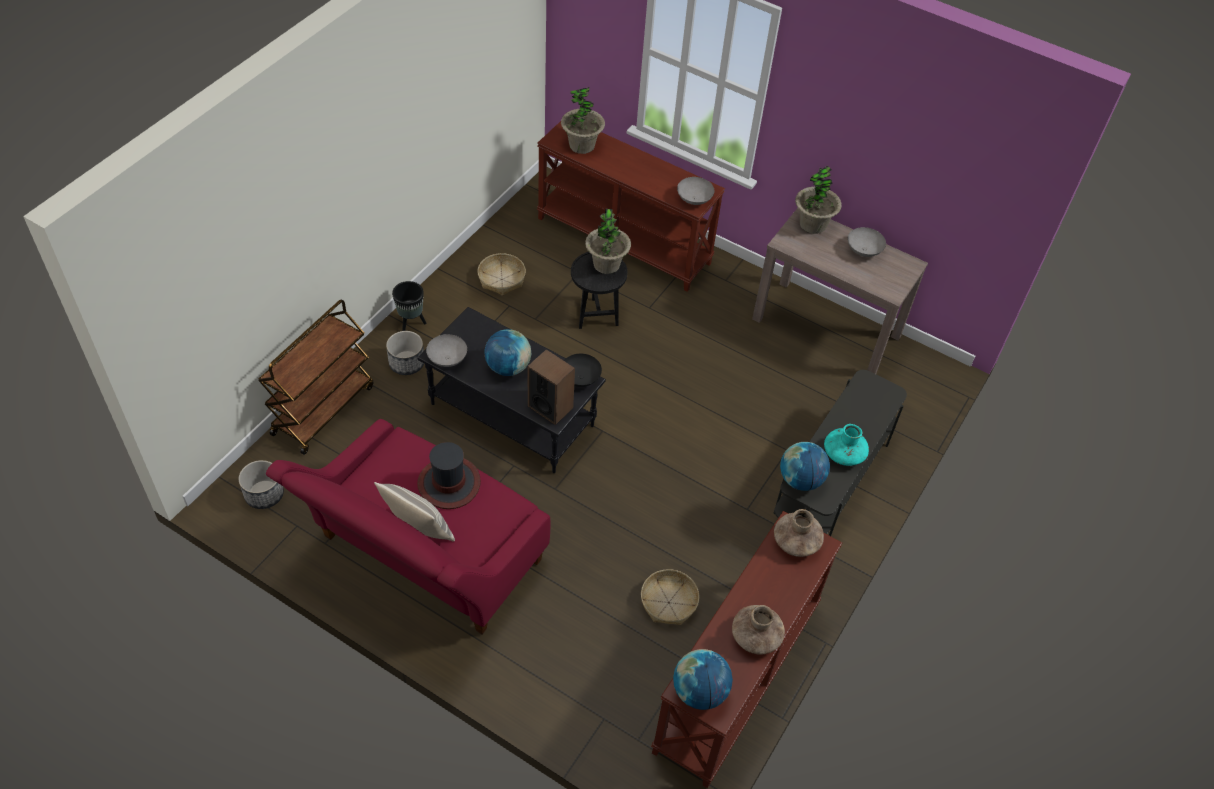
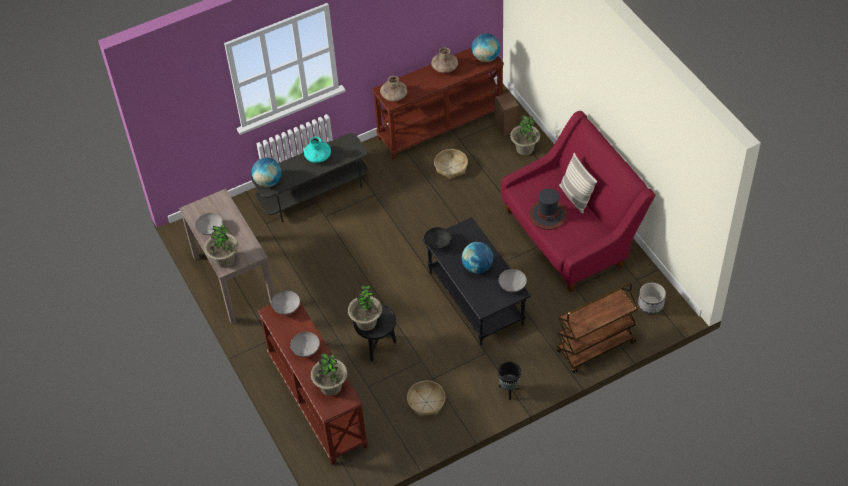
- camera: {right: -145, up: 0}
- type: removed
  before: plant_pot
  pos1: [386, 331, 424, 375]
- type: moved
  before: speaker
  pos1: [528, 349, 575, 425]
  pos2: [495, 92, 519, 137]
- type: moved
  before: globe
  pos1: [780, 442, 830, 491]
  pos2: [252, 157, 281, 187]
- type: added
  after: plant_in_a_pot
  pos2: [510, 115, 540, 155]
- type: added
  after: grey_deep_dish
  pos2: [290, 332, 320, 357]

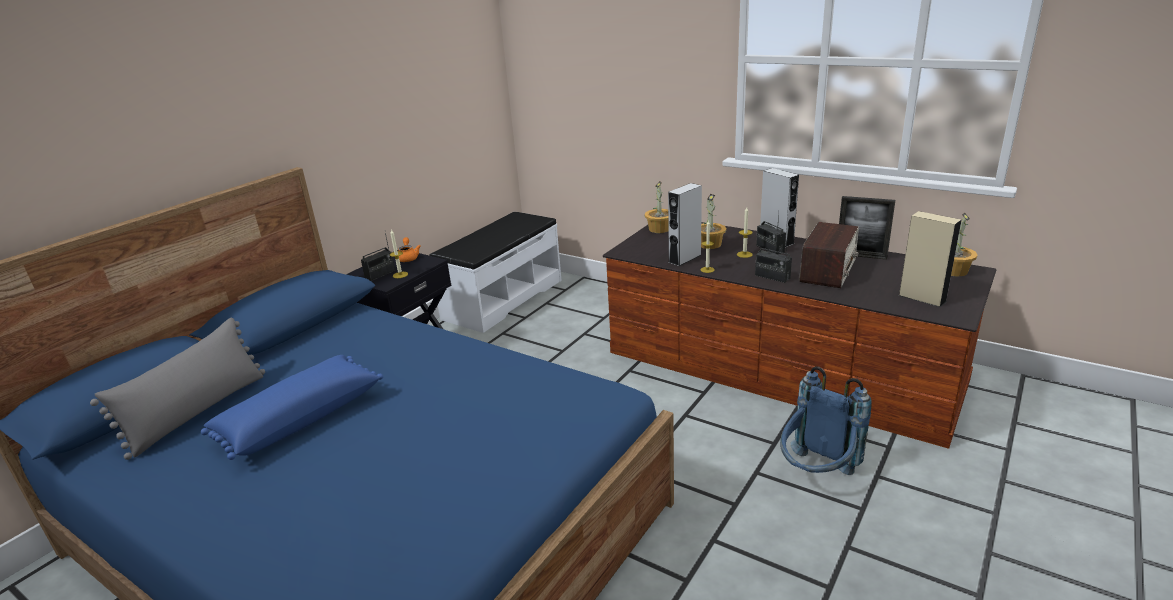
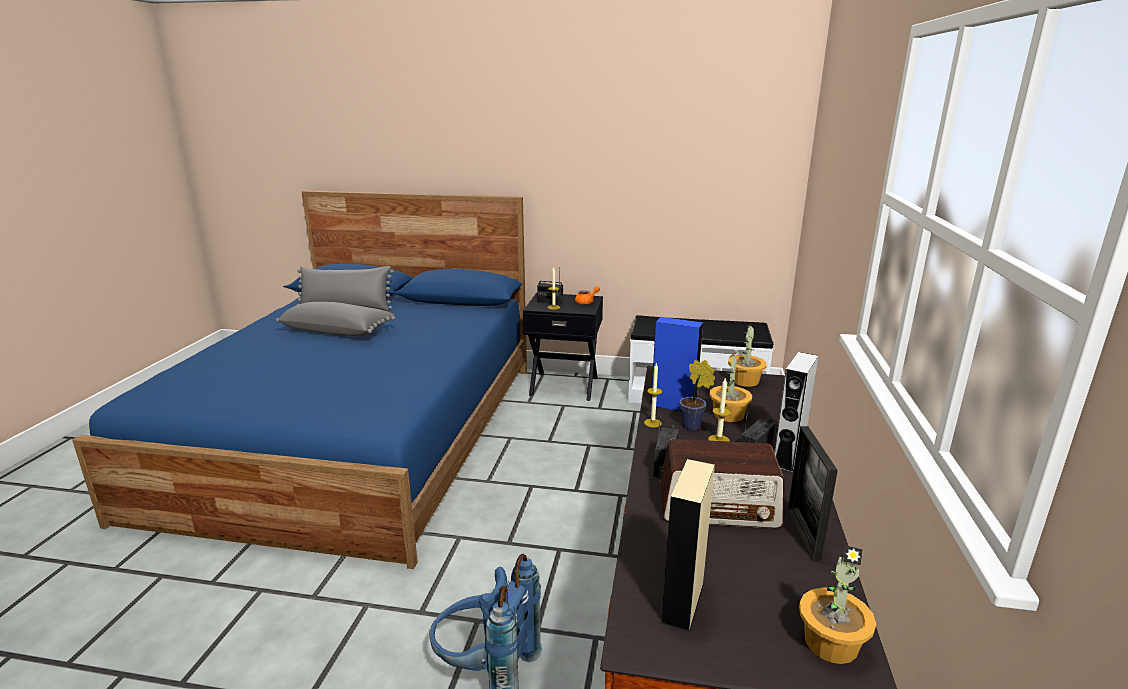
- camera: {right: 65, up: -5}
- type: recoloured
  before: grey_speaker
  after: blue_speaker
  pos1: [668, 183, 702, 266]
  pos2: [651, 317, 703, 412]
- type: recoloured
  before: blue_cushion
  after: grey_cushion
  pos1: [201, 355, 383, 460]
  pos2: [276, 302, 395, 336]
- type: added
  after: plant_in_a_pot
  pos2: [679, 360, 715, 430]

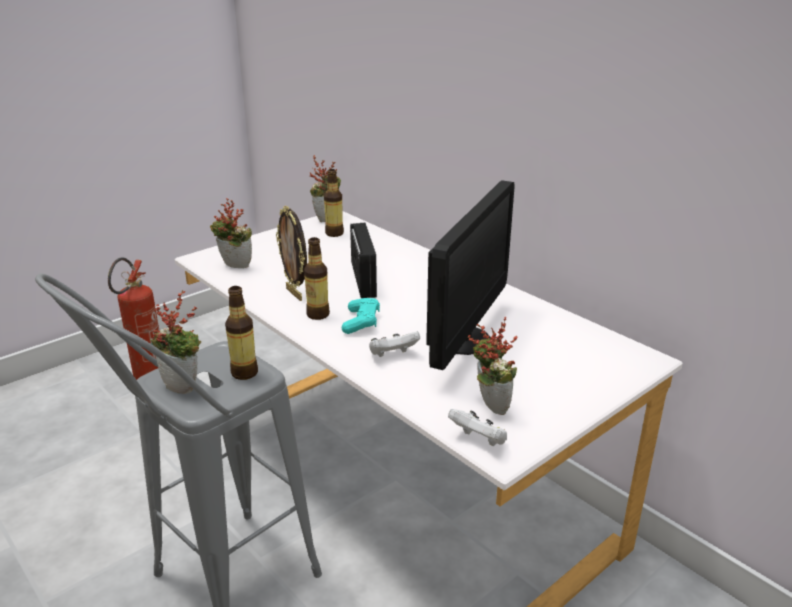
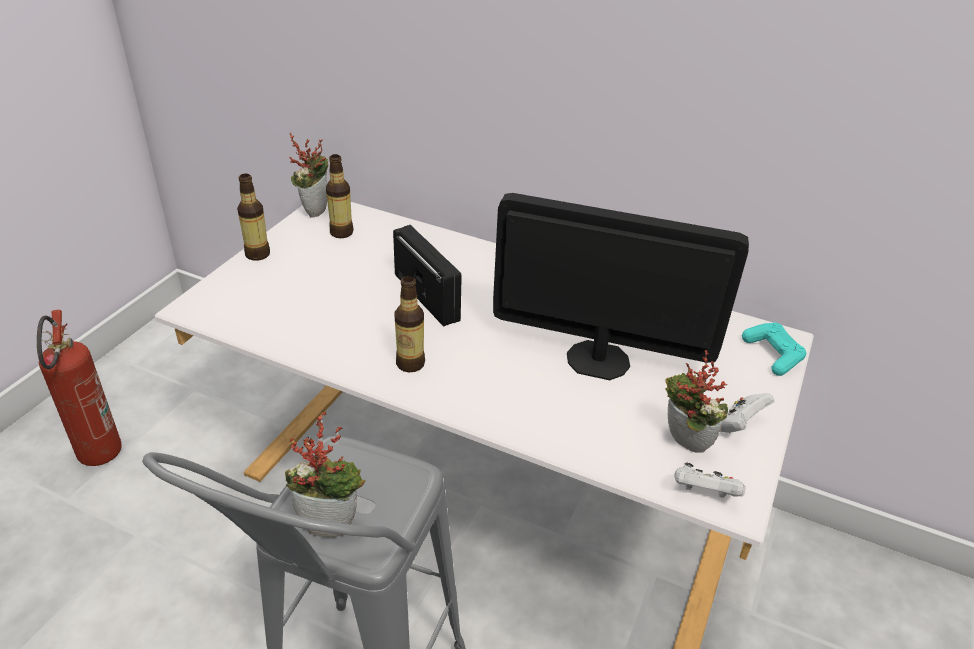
- camera: {right: -25, up: 10}
- type: turned
  before: computer_display
  pos1: [426, 180, 514, 370]
  pos2: [493, 193, 749, 380]
  turn: -75
- type: removed
  before: plant_in_a_pot
  pos1: [210, 198, 252, 268]
- type: removed
  before: picture_frame
  pos1: [276, 206, 307, 301]
- type: moved
  before: beverage_bottle
  pos1: [225, 286, 258, 380]
  pos2: [237, 174, 270, 261]
- type: moved
  before: blue-green_game_controller
  pos1: [342, 298, 380, 334]
  pos2: [742, 323, 806, 376]
- type: moved
  before: white-coloured_game_controller
  pos1: [369, 332, 420, 357]
  pos2: [720, 393, 774, 433]

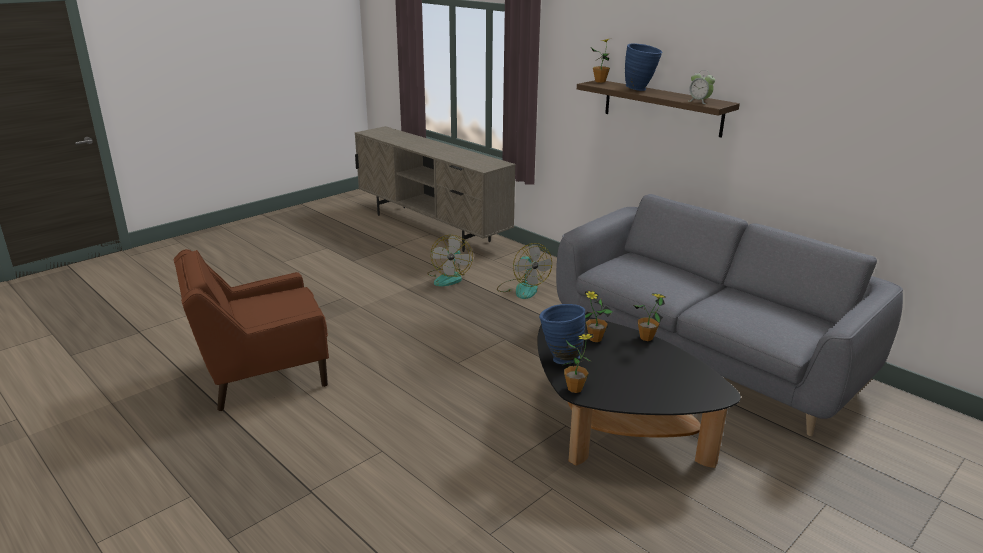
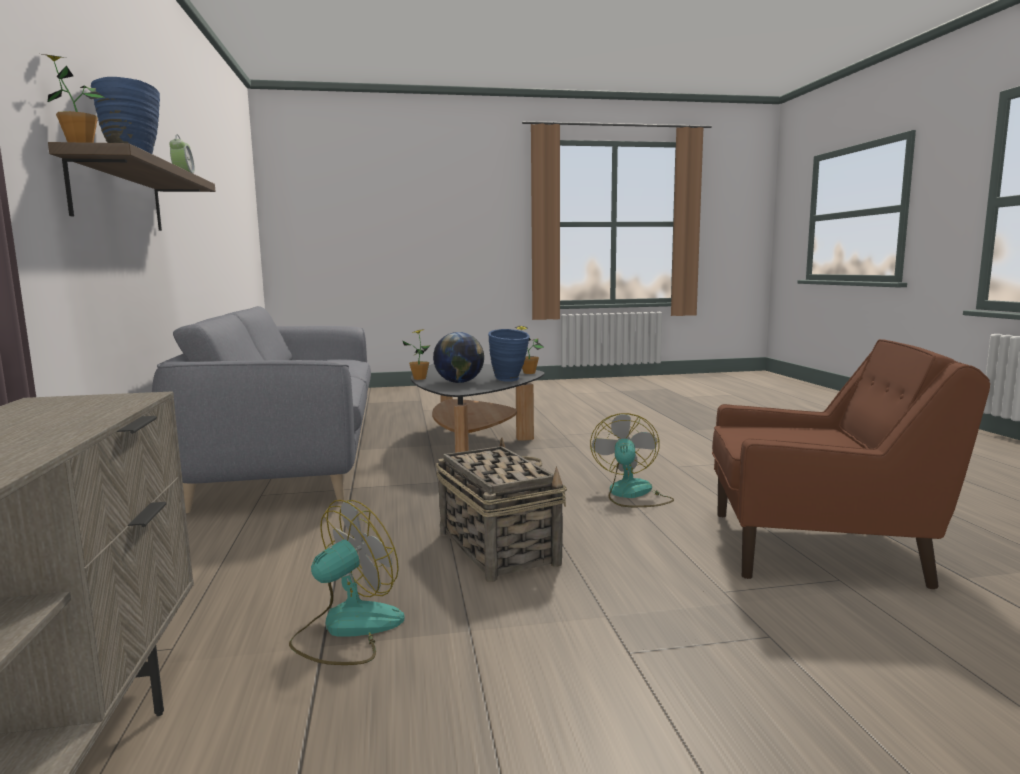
- camera: {right: -145, up: -15}
- type: moved
  before: electric_fan
  pos1: [497, 243, 552, 299]
  pos2: [590, 413, 674, 507]
- type: replaced
  before: plant_in_a_pot
  after: globe
  pos1: [584, 291, 613, 342]
  pos2: [433, 332, 484, 383]
- type: added
  after: storage_basket
  pos2: [436, 437, 567, 583]

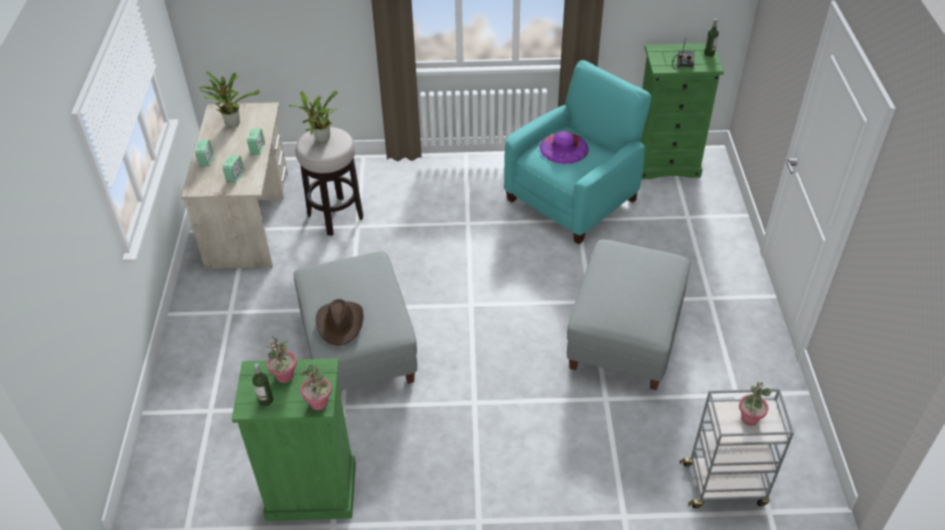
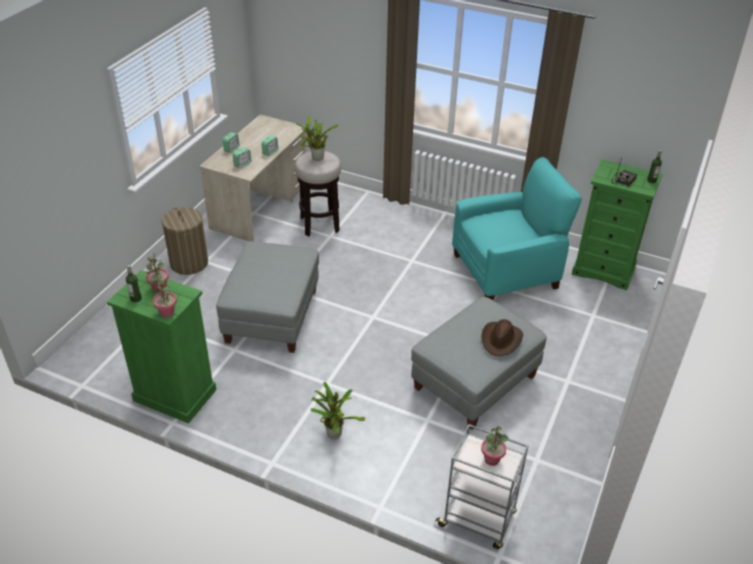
- camera: {right: 25, up: -5}
- type: moved
  before: plant_in_a_pot
  pos1: [199, 71, 260, 128]
  pos2: [311, 382, 365, 439]
- type: removed
  before: purplish_wearable_hat
  pos1: [540, 131, 589, 164]
- type: moved
  before: brownish_wearable_hat
  pos1: [316, 299, 364, 346]
  pos2: [481, 319, 523, 356]
- type: added
  after: hamper
  pos2: [162, 207, 208, 275]

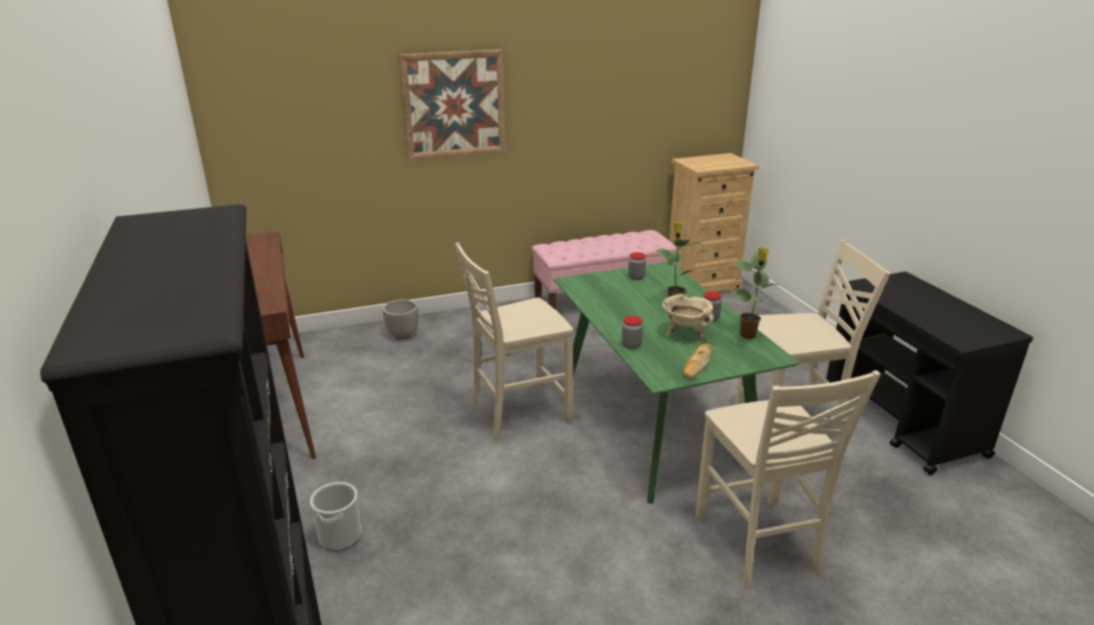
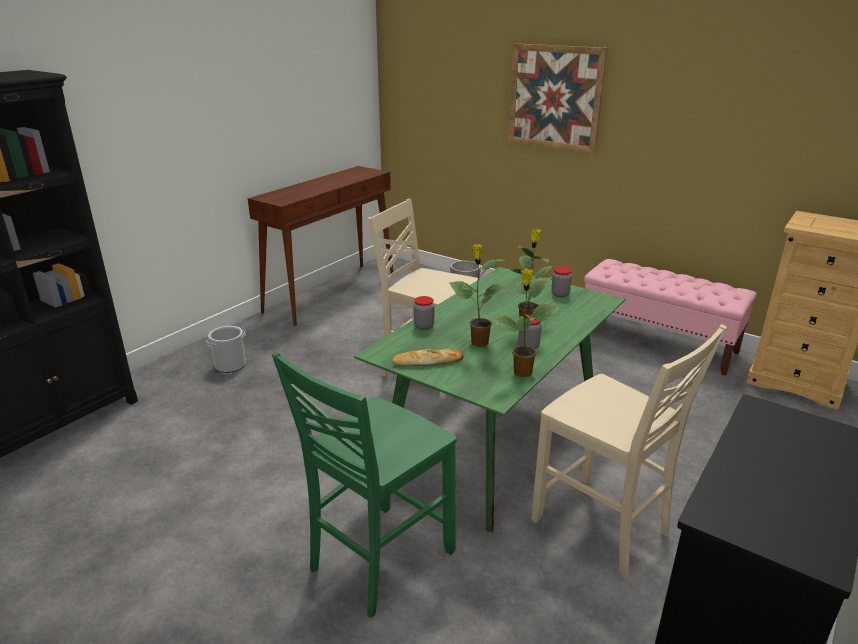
- camera: {right: 55, up: 0}
- type: replaced
  before: beige_saucepot
  after: plant_in_a_pot
  pos1: [662, 294, 714, 341]
  pos2: [449, 244, 510, 347]
- type: recoloured
  before: beige_upright_chair
  after: greenish_upright_chair
  pos1: [696, 370, 881, 589]
  pos2: [272, 351, 456, 618]

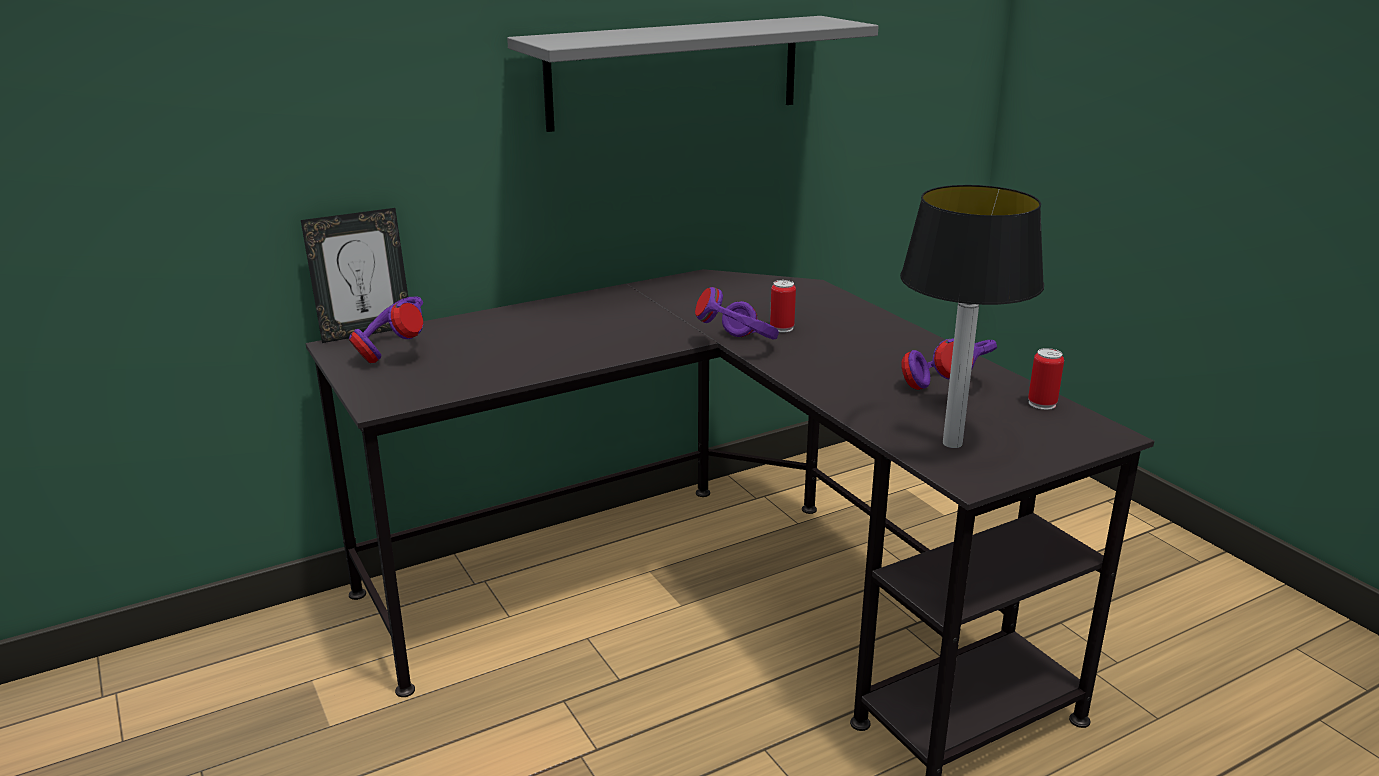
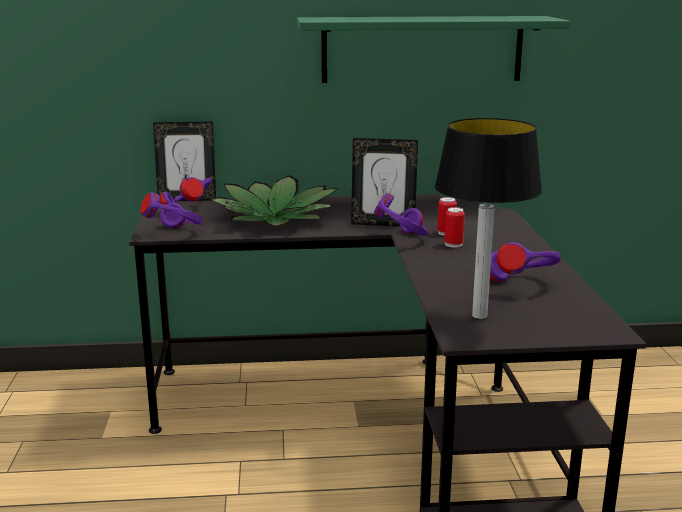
- camera: {right: 25, up: -5}
- type: recoloured
  before: grey_wall_shelf
  after: greenish_wall_shelf
  pos1: [507, 16, 879, 132]
  pos2: [297, 16, 571, 83]
- type: moved
  before: metal_can
  pos1: [1028, 348, 1064, 410]
  pos2: [445, 207, 465, 247]
- type: added
  after: picture_frame
  pos2: [351, 138, 418, 226]
- type: added
  after: plant_in_a_pot
  pos2: [211, 175, 339, 226]
- type: added
  after: purplish_headphones
  pos2: [140, 192, 203, 228]

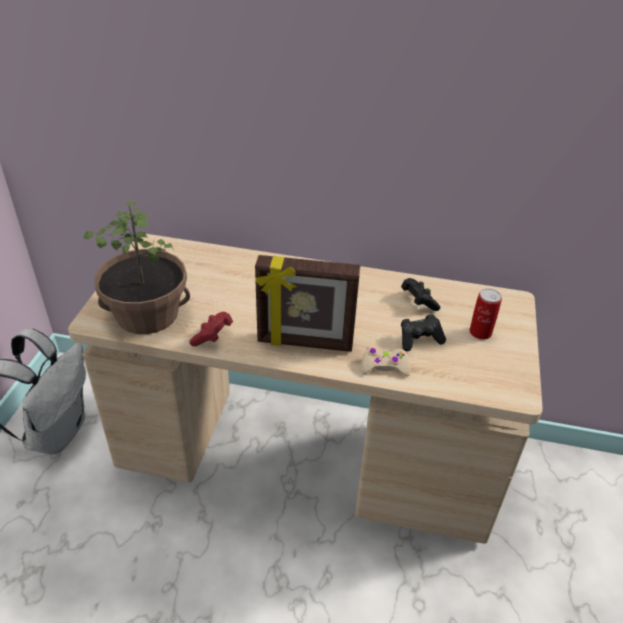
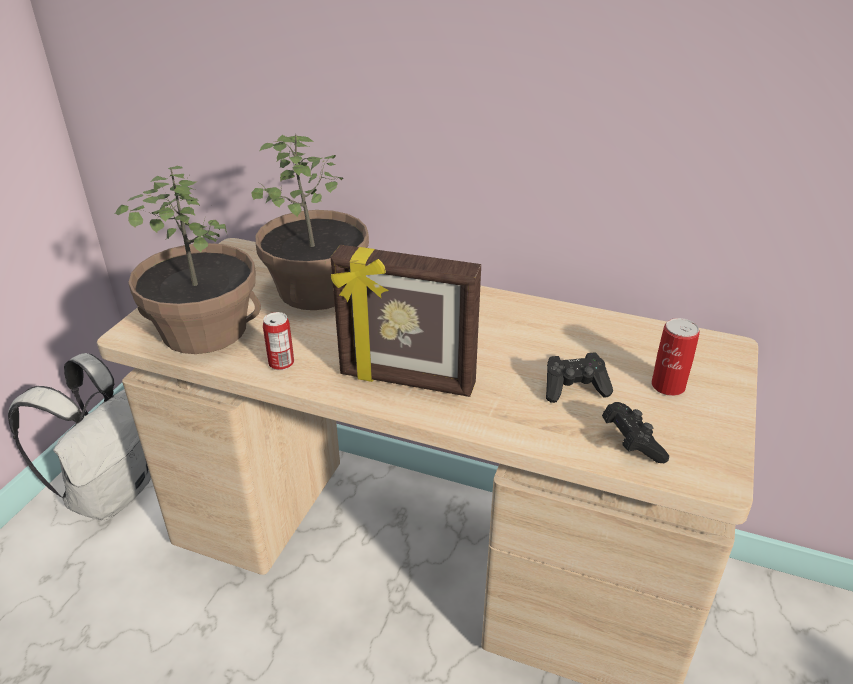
- camera: {right: 10, up: -5}
- type: moved
  before: black_game_controller
  pos1: [401, 278, 440, 311]
  pos2: [602, 402, 669, 463]
- type: replaced
  before: reddish_game_controller
  after: metal_can
  pos1: [189, 312, 233, 346]
  pos2: [263, 312, 294, 370]
- type: removed
  before: beige_game_controller
  pos1: [361, 347, 411, 376]
- type: added
  after: plant_in_a_pot
  pos2: [252, 134, 369, 310]

